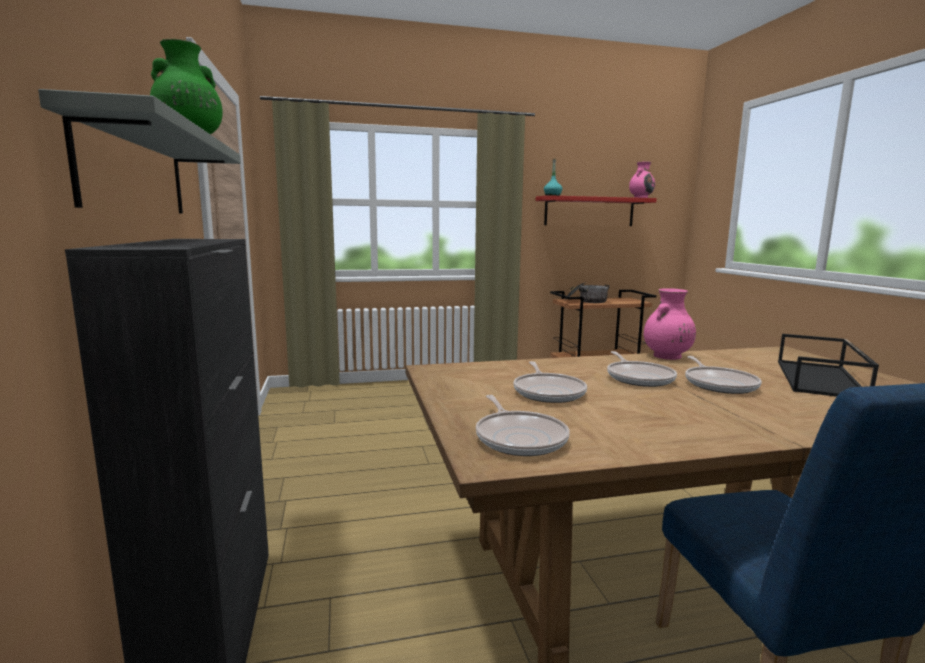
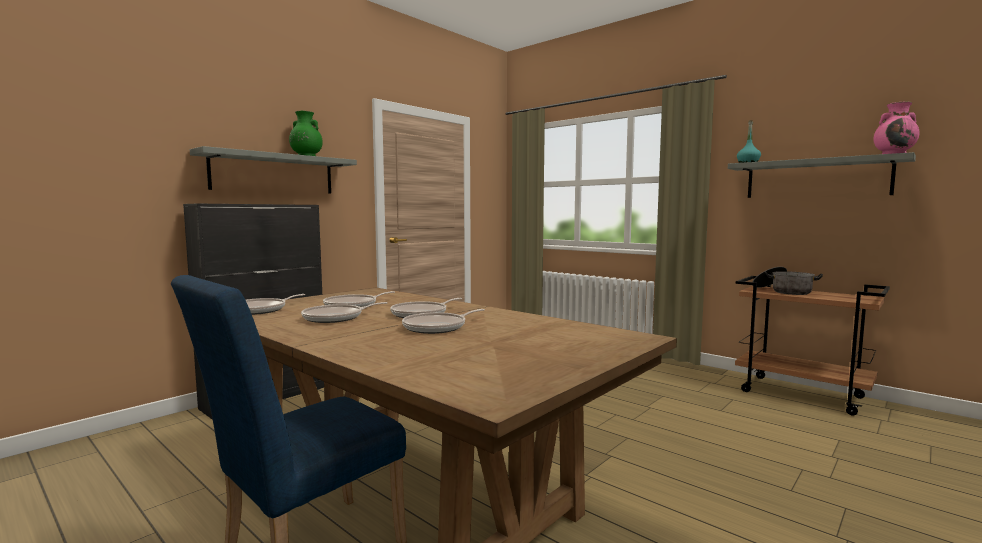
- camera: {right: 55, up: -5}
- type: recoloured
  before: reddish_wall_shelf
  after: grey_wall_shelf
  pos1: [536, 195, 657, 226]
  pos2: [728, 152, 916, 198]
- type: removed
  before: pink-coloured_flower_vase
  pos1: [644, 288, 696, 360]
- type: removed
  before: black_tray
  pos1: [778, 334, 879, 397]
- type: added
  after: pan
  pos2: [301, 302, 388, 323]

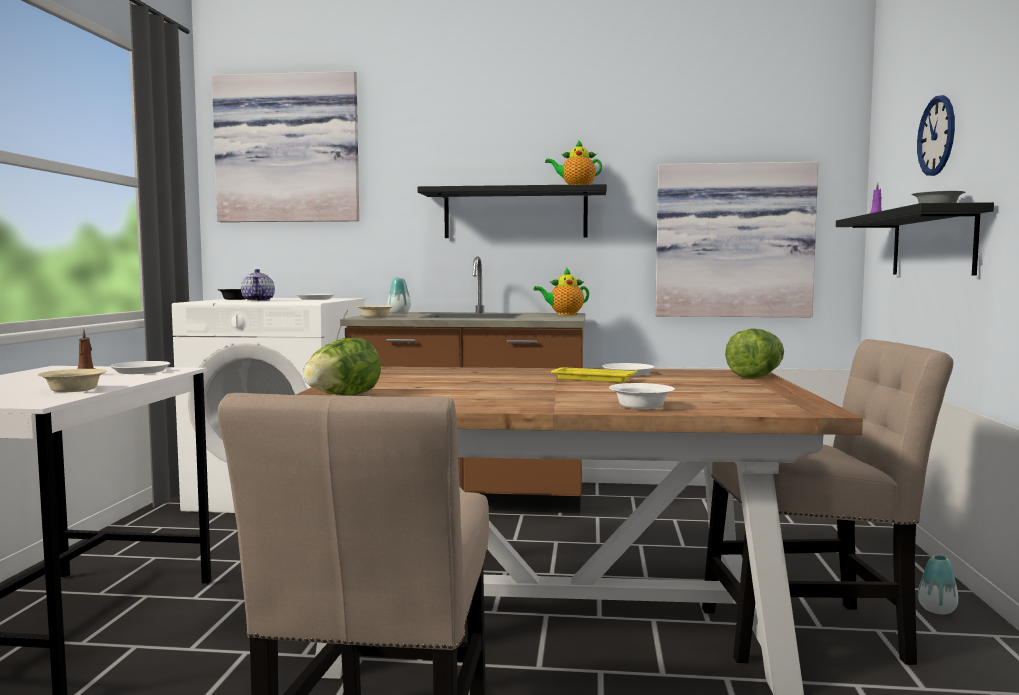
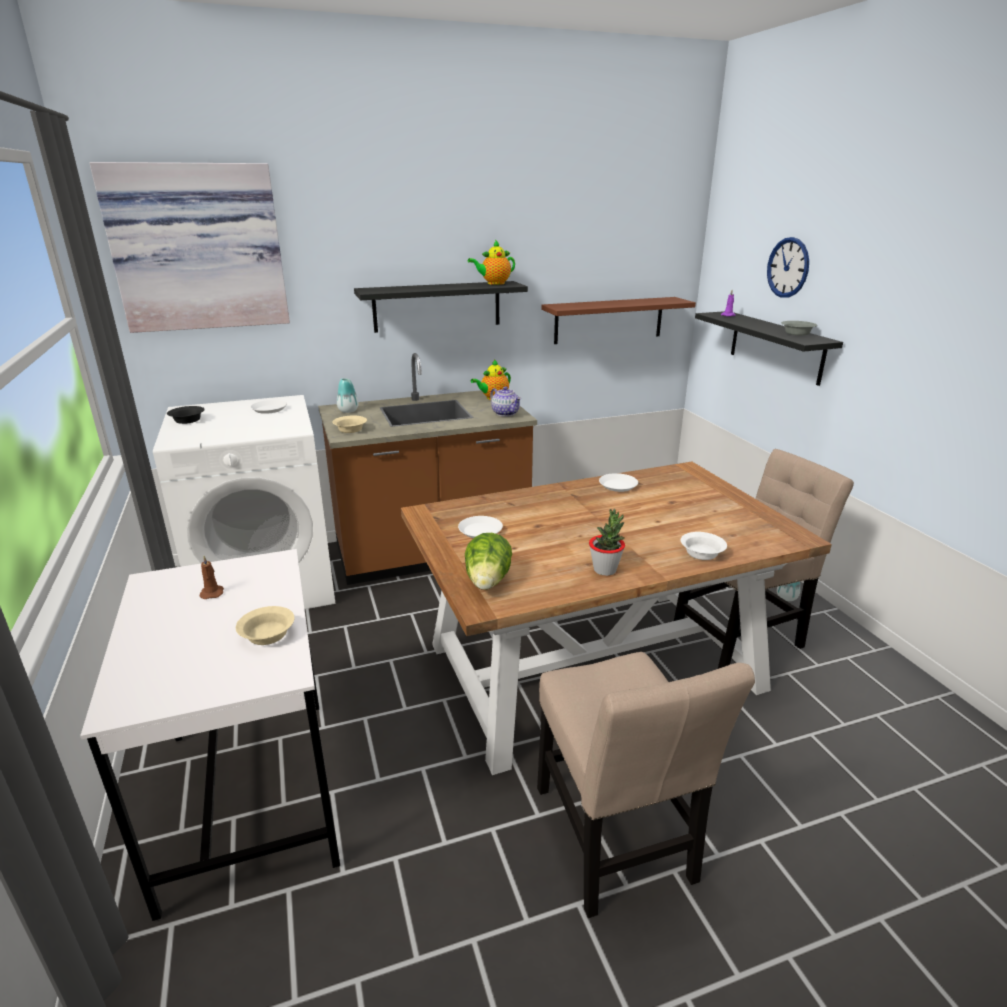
- camera: {right: -25, up: 20}
- type: replaced
  before: wall_picture
  after: brownish_wall_shelf
  pos1: [655, 162, 818, 317]
  pos2: [541, 297, 696, 344]
- type: moved
  before: pot_for_tea
  pos1: [241, 269, 275, 301]
  pos2: [490, 386, 521, 417]
- type: removed
  before: lettuce_head
  pos1: [725, 328, 784, 378]
- type: moved
  before: white-coloured_dinner_plate
  pos1: [110, 361, 170, 374]
  pos2: [458, 516, 503, 538]
- type: removed
  before: yellow_tray
  pos1: [551, 367, 637, 382]
- type: added
  after: plant_in_a_pot
  pos2: [589, 509, 625, 576]

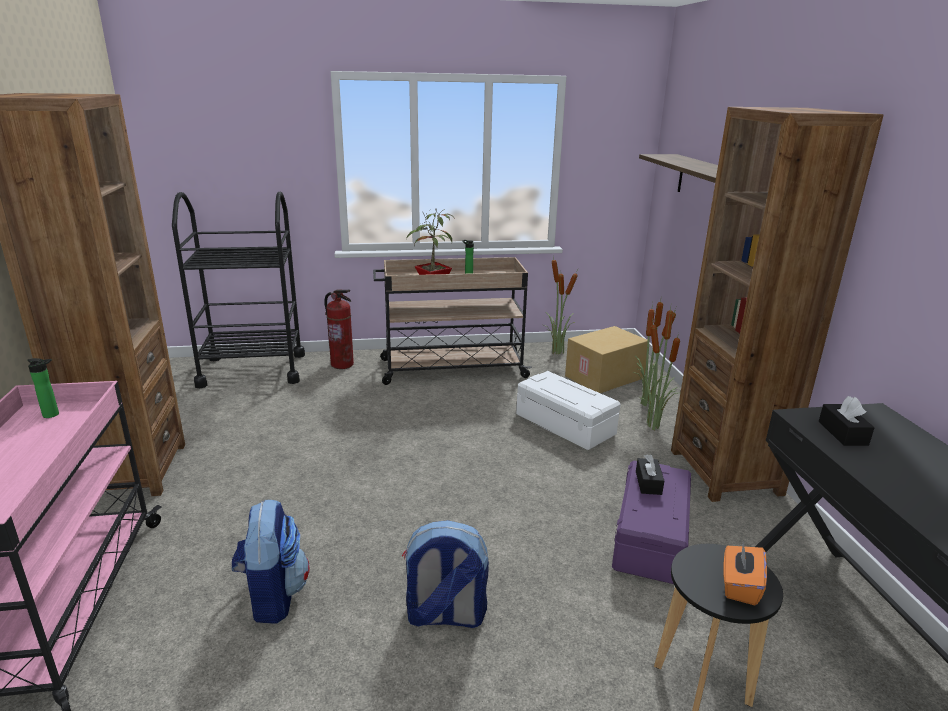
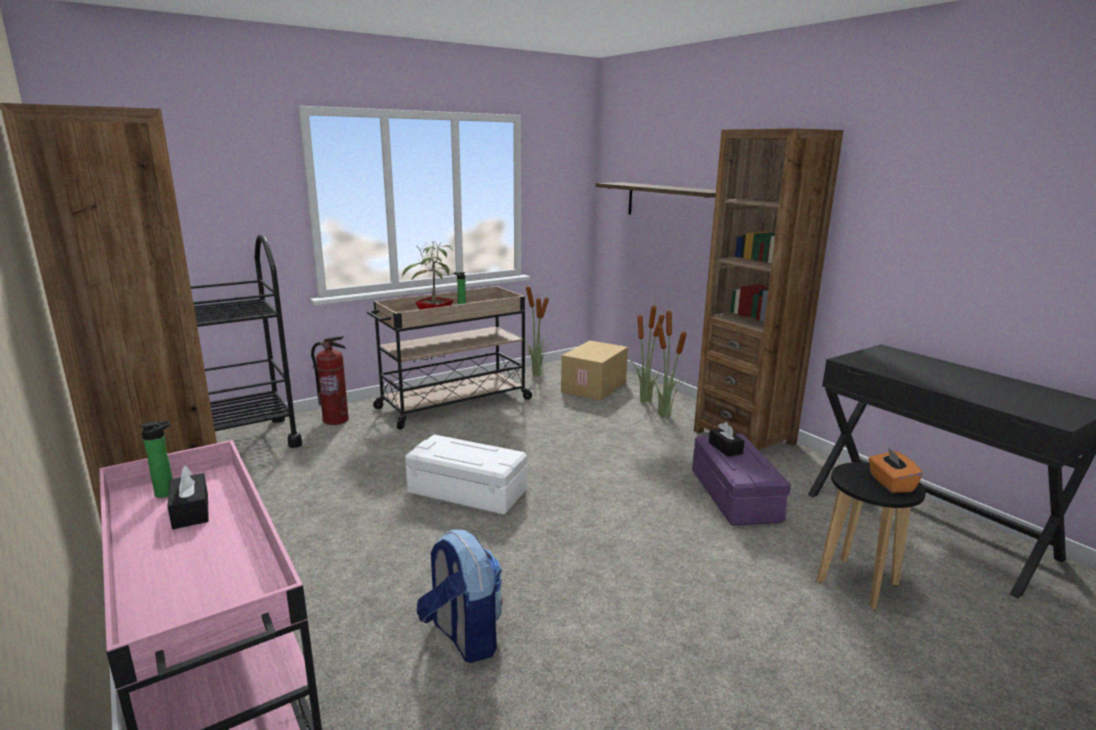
- camera: {right: -25, up: -5}
- type: moved
  before: white-coloured_storage_box
  pos1: [516, 371, 620, 450]
  pos2: [405, 435, 527, 515]
- type: moved
  before: black_tissue_holder
  pos1: [819, 396, 875, 446]
  pos2: [167, 465, 209, 529]
- type: removed
  before: backpack
  pos1: [402, 520, 489, 628]

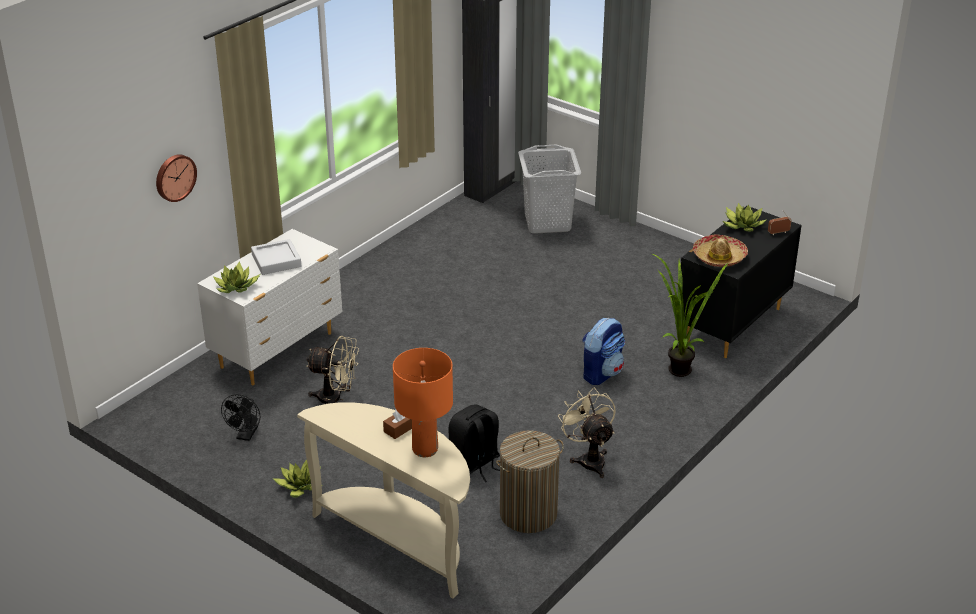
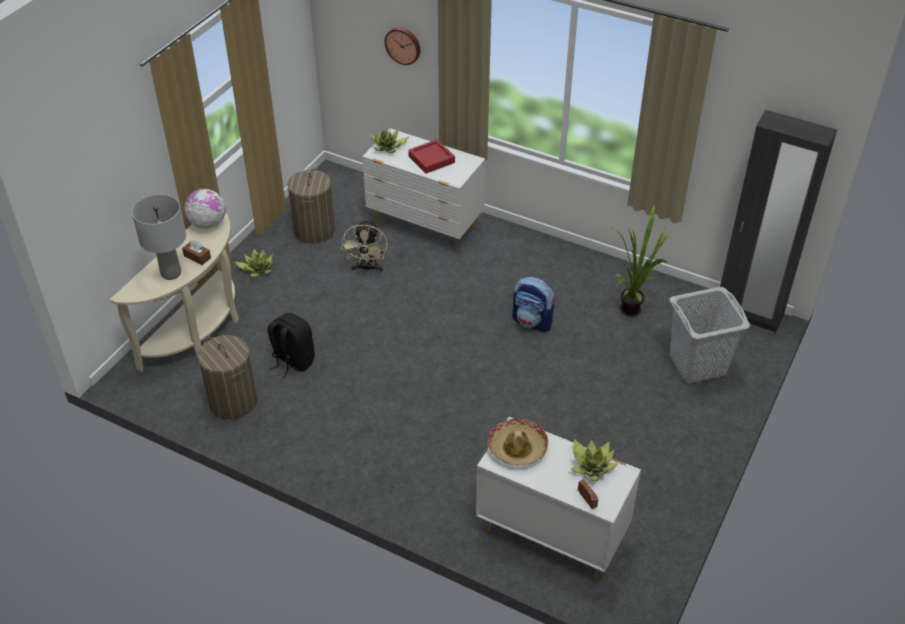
- camera: {right: 80, up: 10}
- type: recoloured
  before: black_dresser
  after: white-coloured_dresser
  pos1: [681, 206, 802, 358]
  pos2: [476, 417, 641, 579]
- type: recoloured
  before: grey_tray
  after: reddish_tray
  pos1: [251, 239, 301, 275]
  pos2: [408, 139, 455, 174]
- type: moved
  before: plant_in_a_pot
  pos1: [651, 253, 728, 377]
  pos2: [611, 204, 673, 317]
- type: moved
  before: backpack
  pos1: [582, 318, 625, 385]
  pos2: [512, 277, 555, 332]
- type: recoloured
  before: orangey_lamp_for_a_table
  after: grey_lamp_for_a_table
  pos1: [393, 348, 453, 457]
  pos2: [132, 195, 186, 280]
- type: removed
  before: beige_electric_fan
  pos1: [558, 387, 616, 478]
- type: replaced
  before: black_electric_fan
  after: hamper
  pos1: [221, 394, 261, 441]
  pos2: [287, 169, 335, 243]
- type: added
  after: globe
  pos2: [184, 189, 226, 229]

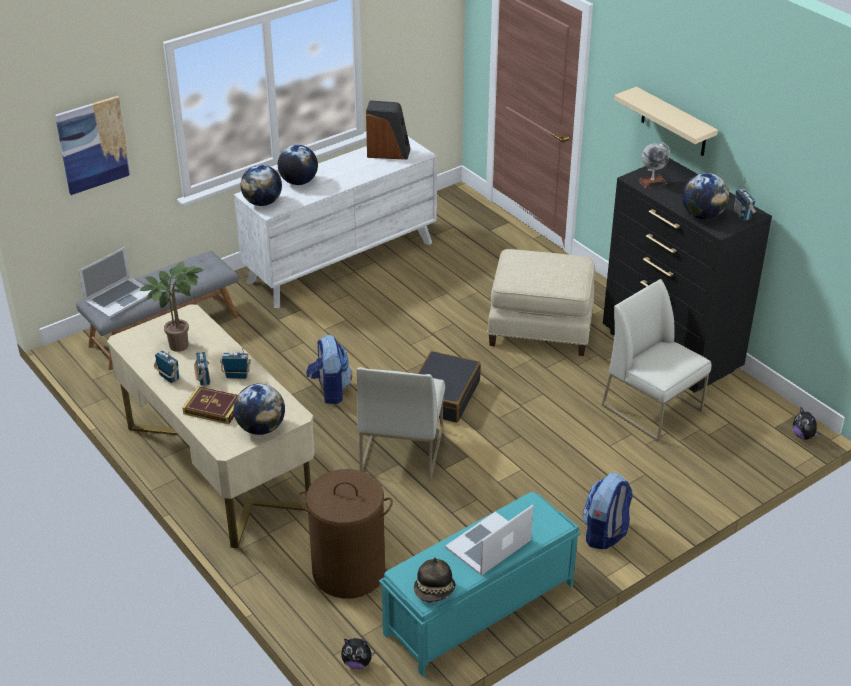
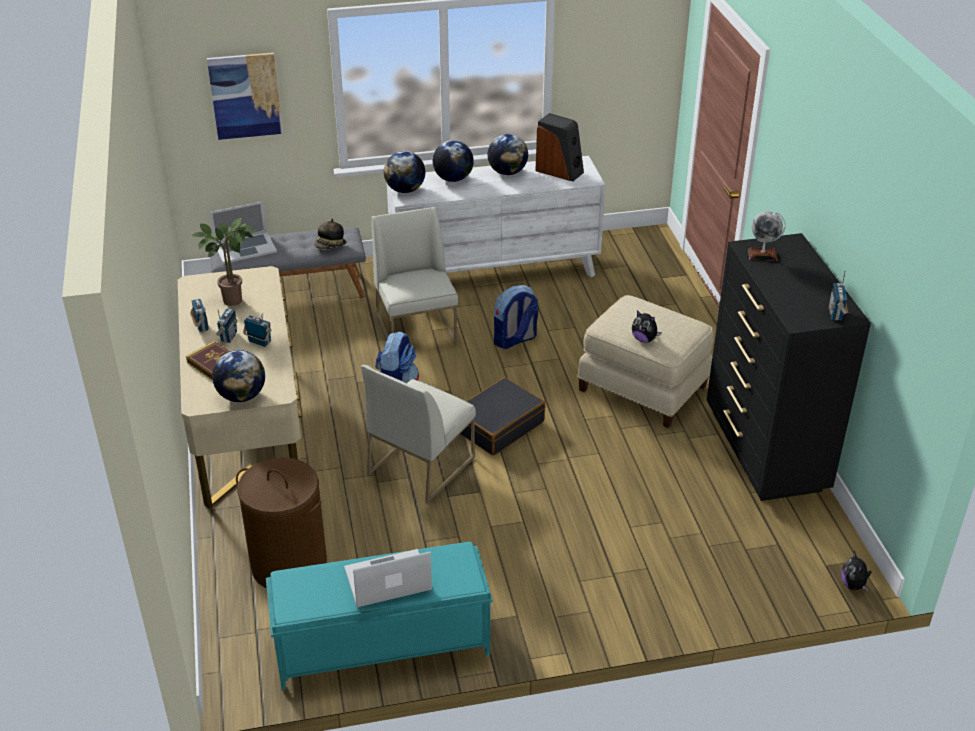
- camera: {right: 25, up: 0}
- type: removed
  before: beige_wall_shelf
  pos1: [614, 87, 718, 156]
- type: moved
  before: globe
  pos1: [682, 173, 729, 219]
  pos2: [487, 134, 528, 175]
- type: moved
  before: white-coloured_upright_chair
  pos1: [602, 279, 711, 442]
  pos2: [371, 207, 458, 345]
- type: moved
  before: backpack
  pos1: [583, 473, 633, 549]
  pos2: [494, 285, 538, 349]
- type: moved
  before: wearable_hat
  pos1: [414, 557, 456, 603]
  pos2: [314, 218, 346, 249]
- type: moved
  before: cuddly_toy
  pos1: [341, 638, 376, 669]
  pos2: [632, 310, 662, 342]

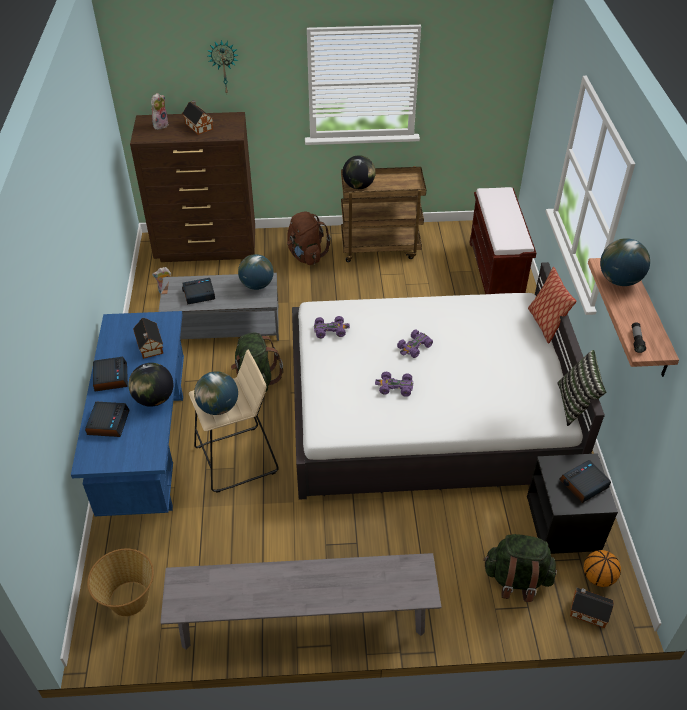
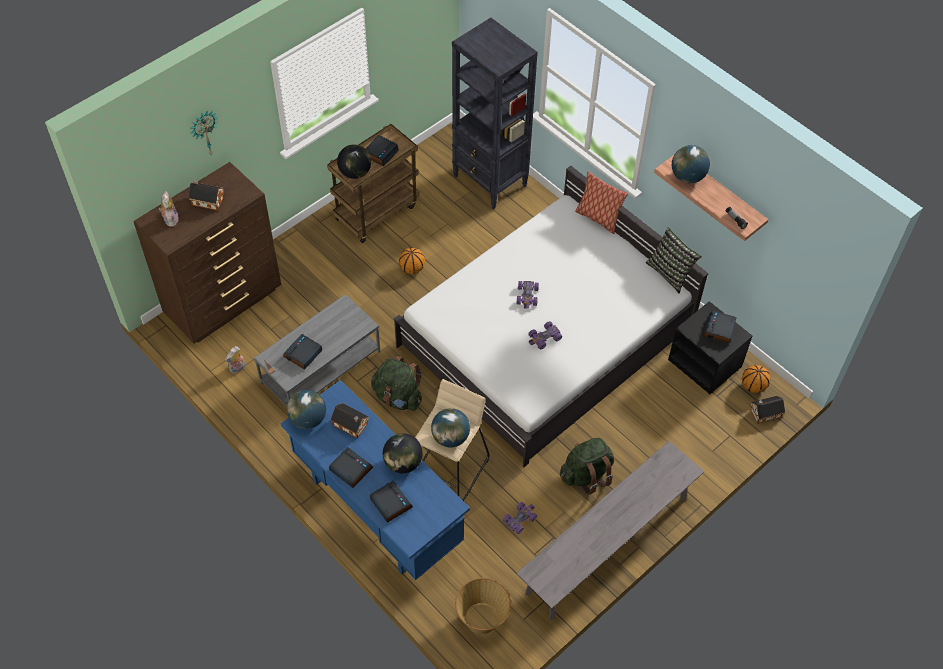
- camera: {right: -40, up: 10}
- type: replaced
  before: brownish_bench
  after: black_shelving_unit
  pos1: [470, 187, 536, 294]
  pos2: [452, 18, 538, 209]
- type: removed
  before: brownish_backpack
  pos1: [287, 212, 331, 265]
- type: moved
  before: globe
  pos1: [238, 254, 274, 290]
  pos2: [287, 390, 326, 429]
- type: moved
  before: purplish_model_car
  pos1: [314, 316, 350, 338]
  pos2: [503, 502, 537, 534]
- type: moved
  before: greenish_backpack
  pos1: [483, 534, 557, 602]
  pos2: [560, 438, 614, 495]
- type: added
  after: table_clock
  pos2: [365, 135, 399, 166]
- type: added
  after: basketball_ball
  pos2: [399, 248, 425, 274]

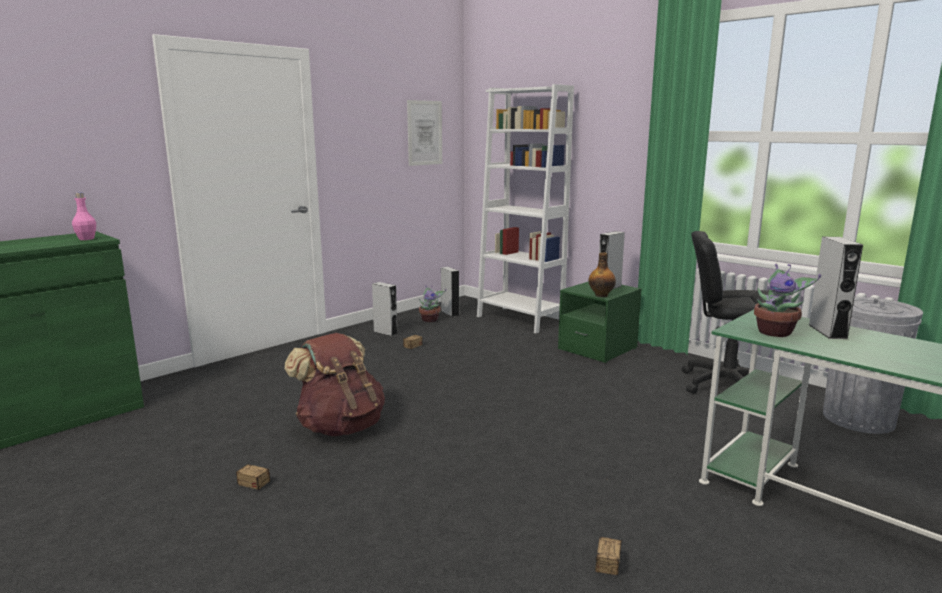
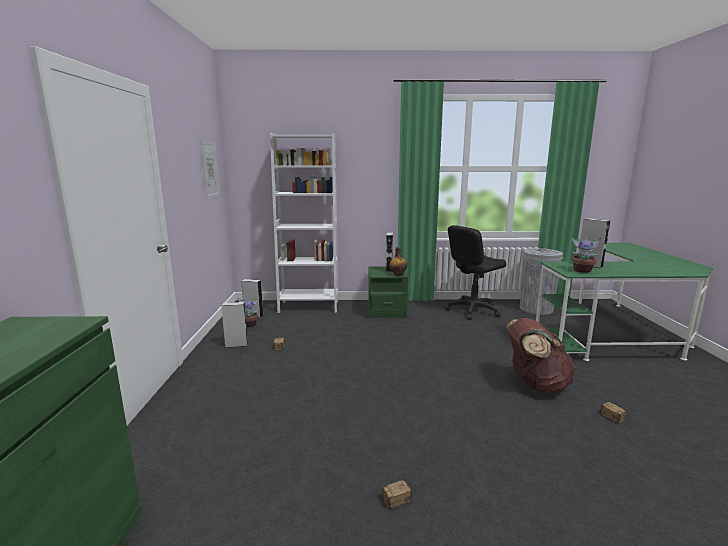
- camera: {right: -45, up: 0}
- type: removed
  before: pink-coloured_beverage_bottle
  pos1: [72, 193, 96, 240]
- type: moved
  before: brownish_backpack
  pos1: [284, 333, 385, 436]
  pos2: [507, 318, 576, 392]

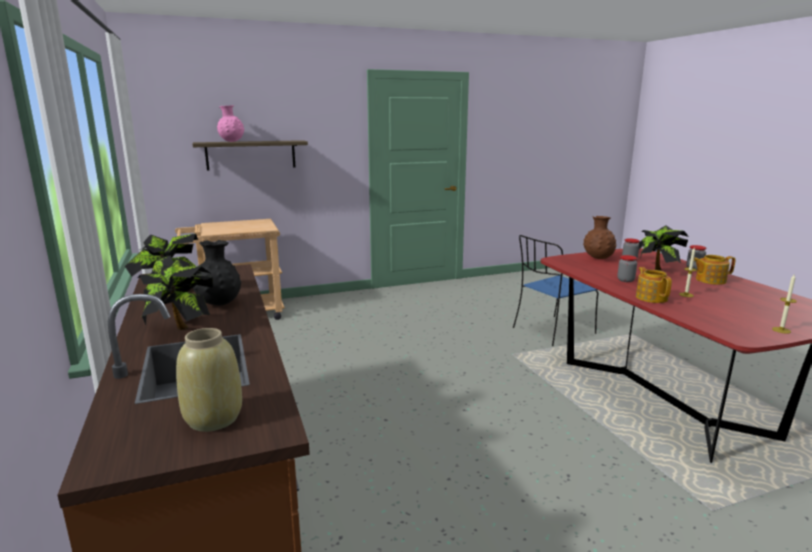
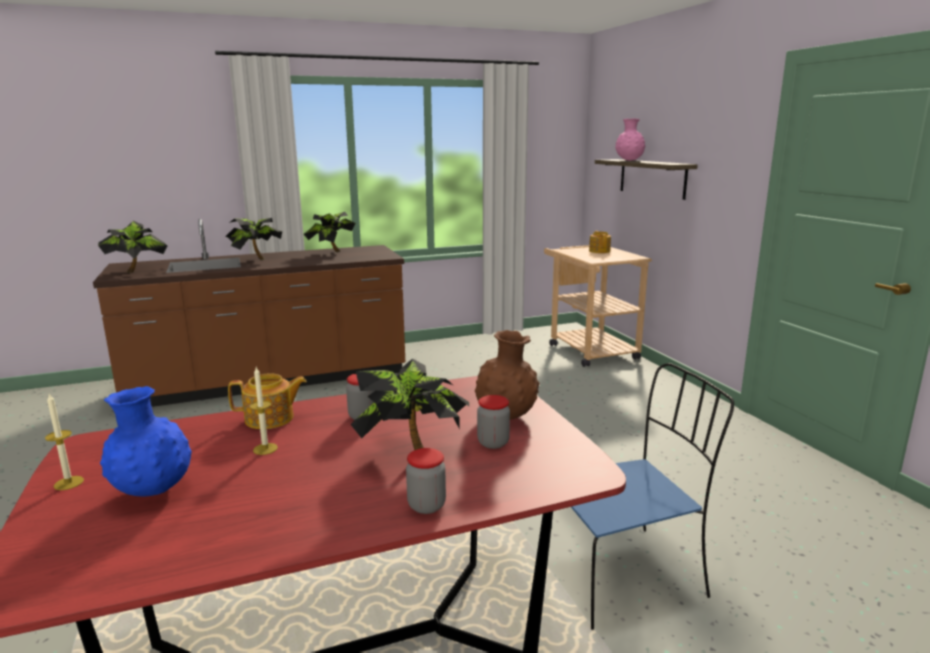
- camera: {right: 90, up: 0}
- type: turned
  before: blue_upright_chair
  pos1: [513, 235, 598, 346]
  pos2: [571, 363, 734, 630]
  turn: 105
- type: removed
  before: black_flower_vase
  pos1: [193, 240, 241, 306]
- type: moved
  before: pot_for_tea
  pos1: [694, 255, 736, 285]
  pos2: [589, 231, 611, 253]
- type: replaced
  before: beige_flower_vase
  after: plant_in_a_pot
  pos1: [176, 328, 242, 432]
  pos2: [98, 221, 168, 273]
- type: added
  after: blue_flower_vase
  pos2: [100, 386, 192, 496]

